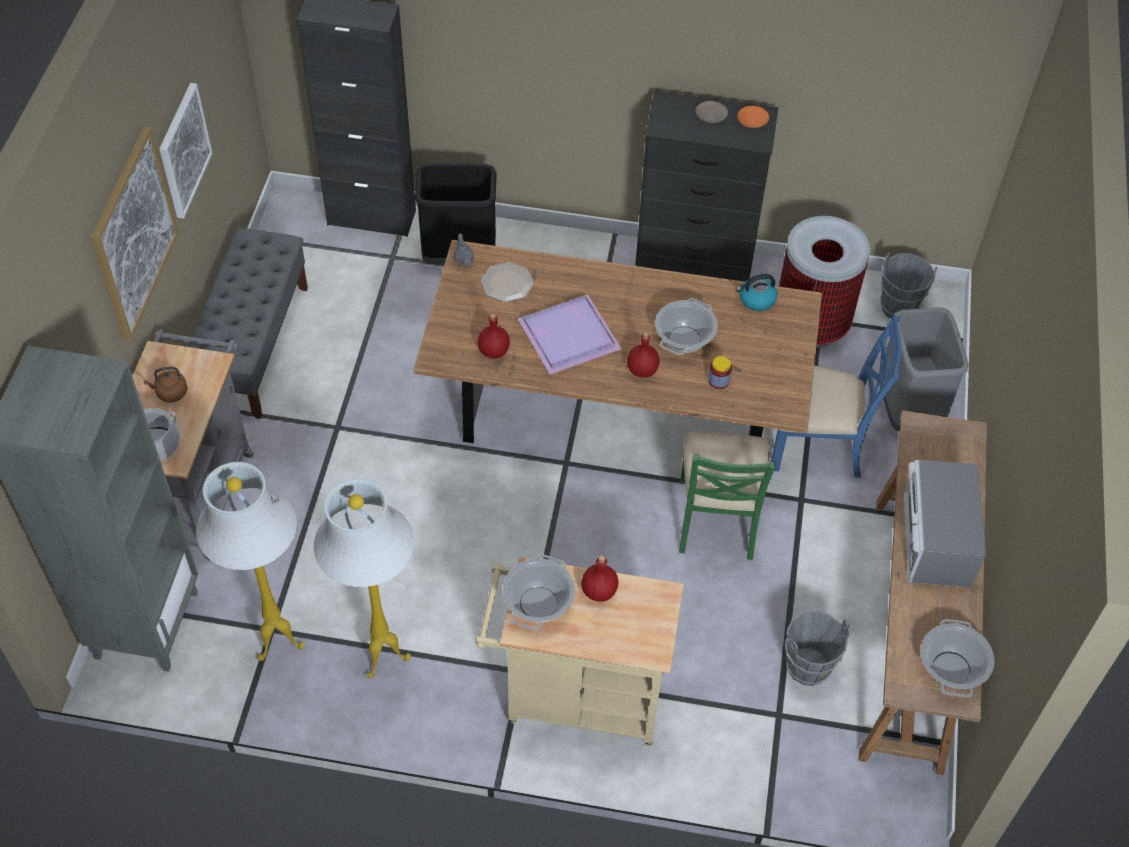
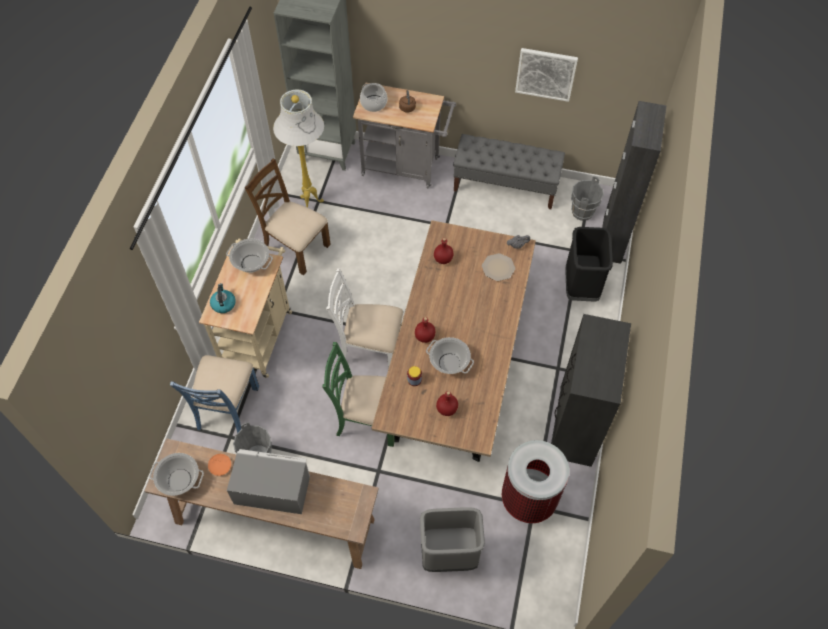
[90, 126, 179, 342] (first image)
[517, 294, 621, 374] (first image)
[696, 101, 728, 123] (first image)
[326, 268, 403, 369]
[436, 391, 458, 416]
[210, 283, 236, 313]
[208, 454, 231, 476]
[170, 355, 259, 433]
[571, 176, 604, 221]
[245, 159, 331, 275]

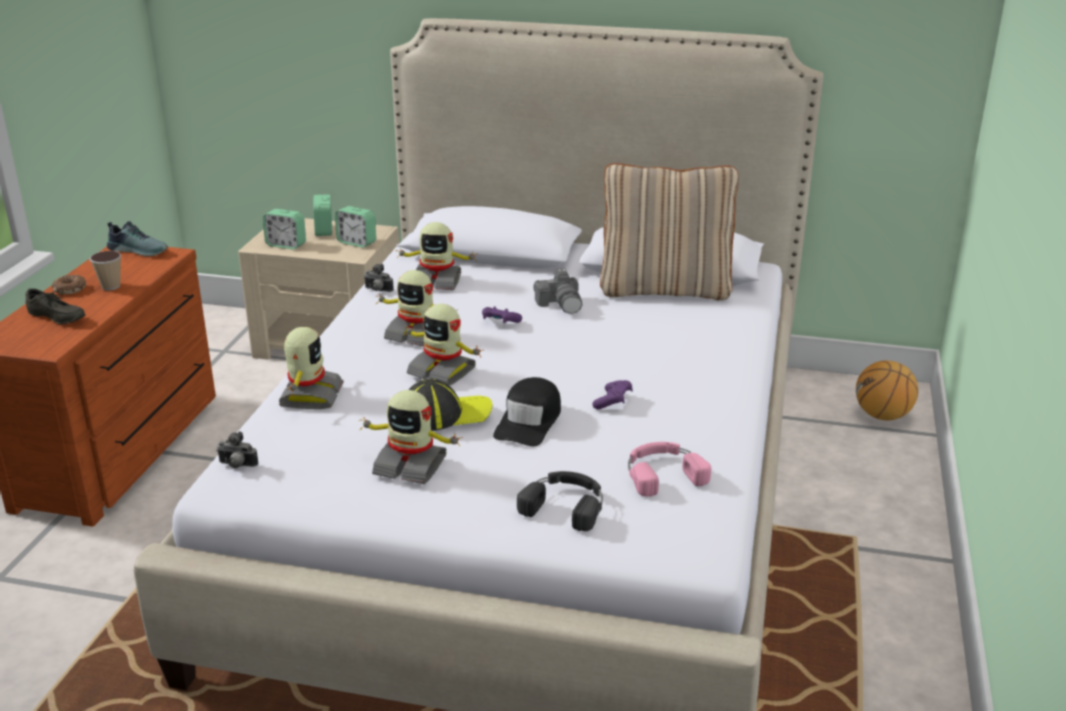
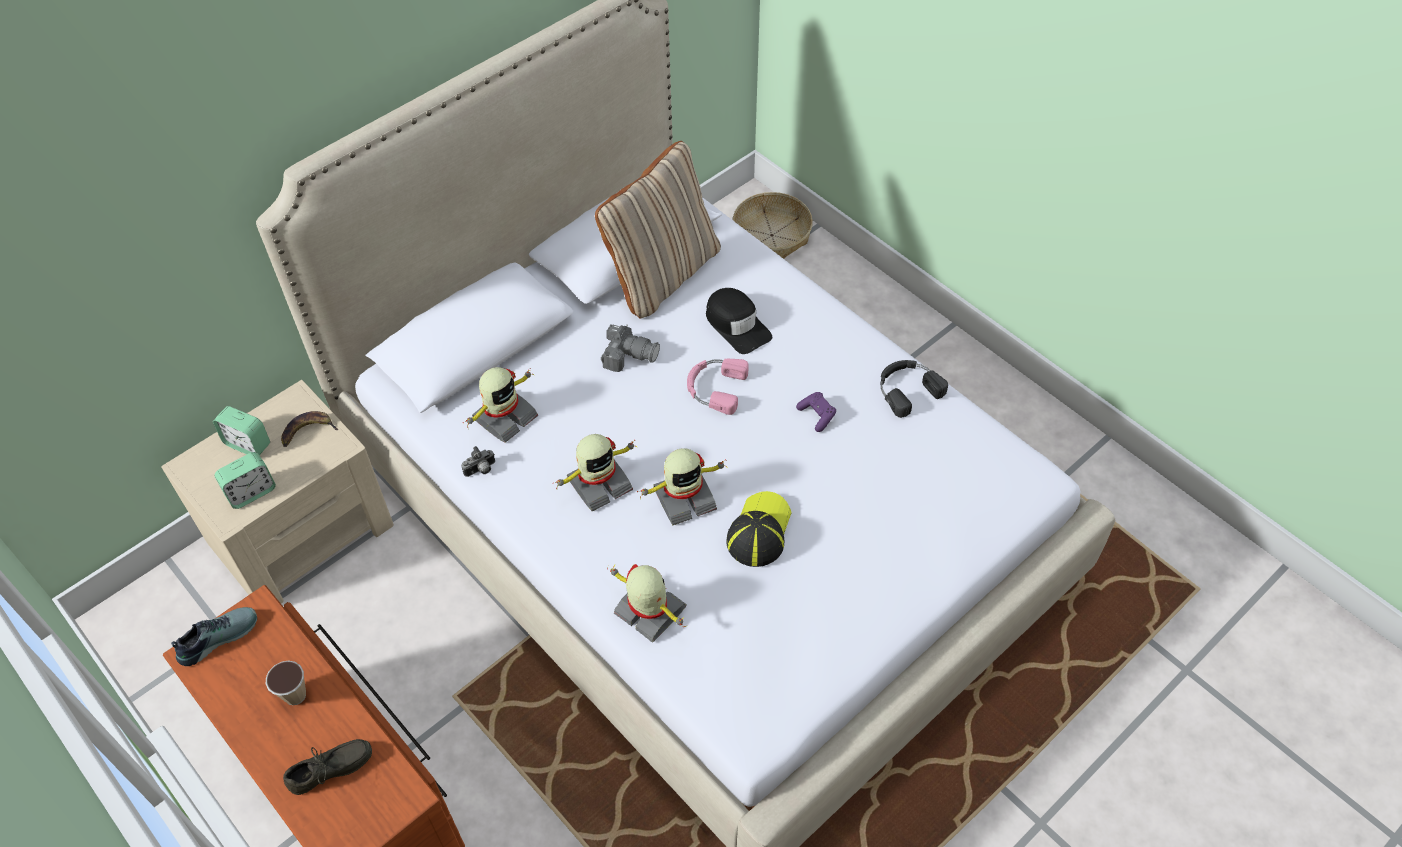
[52, 274, 86, 294] (first image)
[216, 431, 259, 468] (first image)
[358, 390, 463, 484] (first image)
[482, 306, 522, 323] (first image)
[706, 288, 772, 354]
[880, 360, 948, 418]
[687, 359, 749, 415]
[281, 411, 338, 447]
[733, 192, 813, 259]

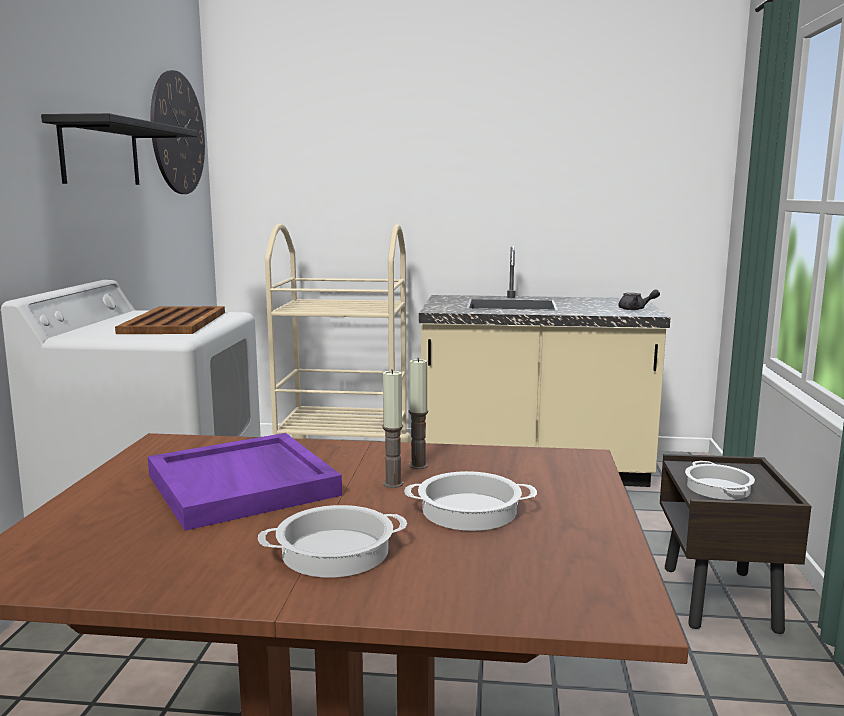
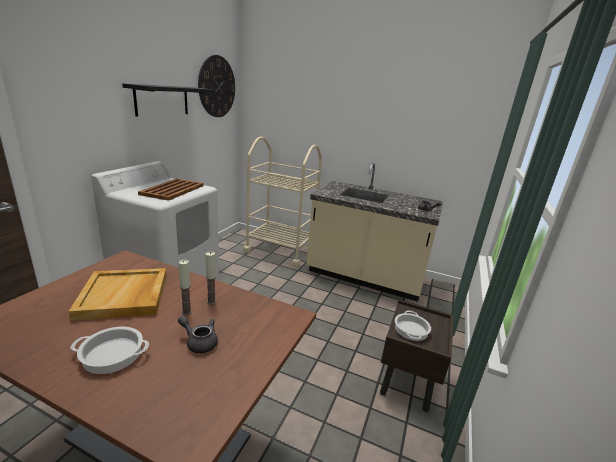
[178, 316, 218, 353]
[68, 268, 167, 321]

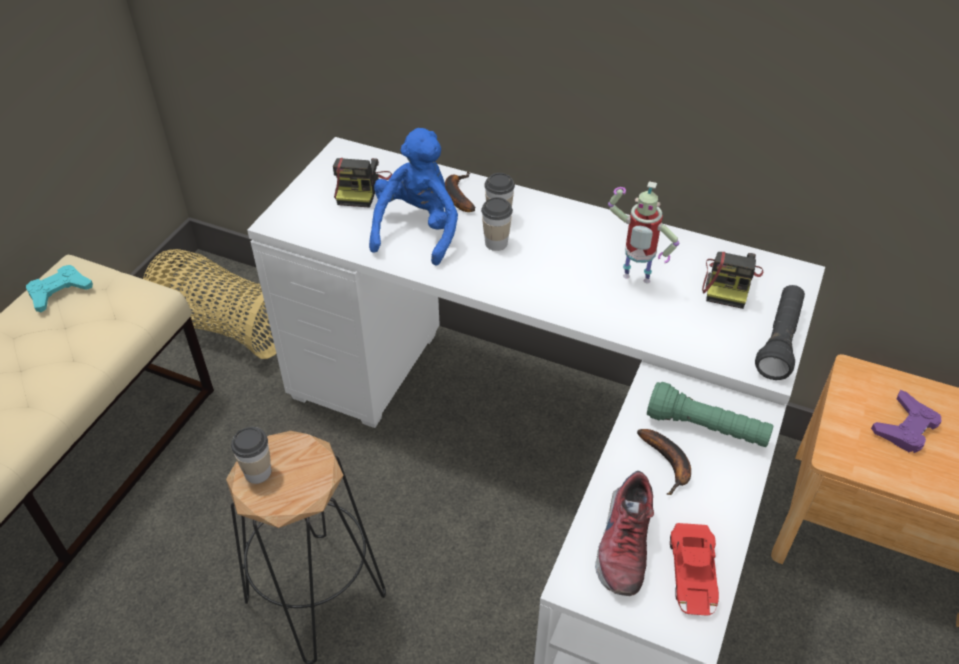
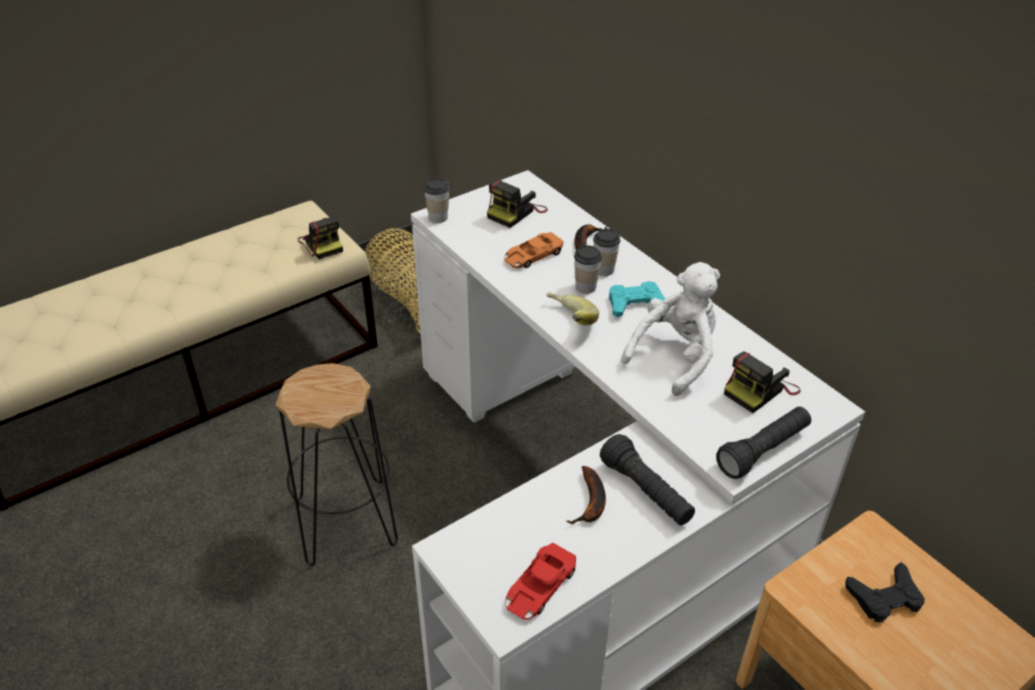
[595, 471, 654, 596] (first image)
[298, 217, 343, 259]
[546, 292, 599, 326]
[609, 281, 666, 317]
[424, 178, 449, 223]
[504, 232, 563, 269]
[621, 262, 720, 396]
[600, 434, 695, 526]
[845, 562, 925, 622]

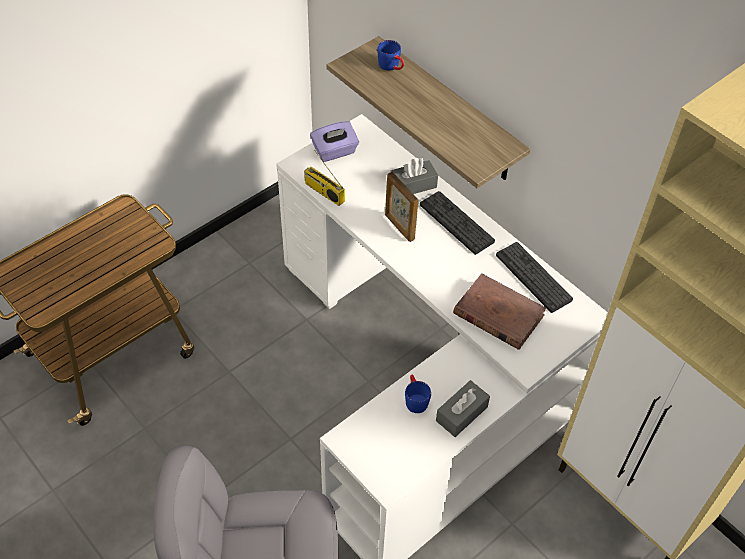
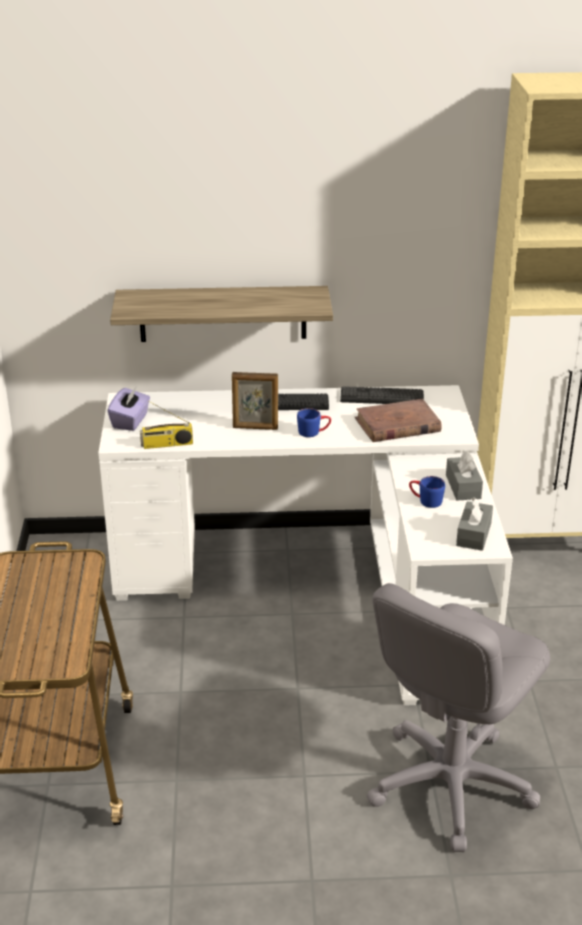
[297, 408, 331, 437]
[456, 497, 493, 551]

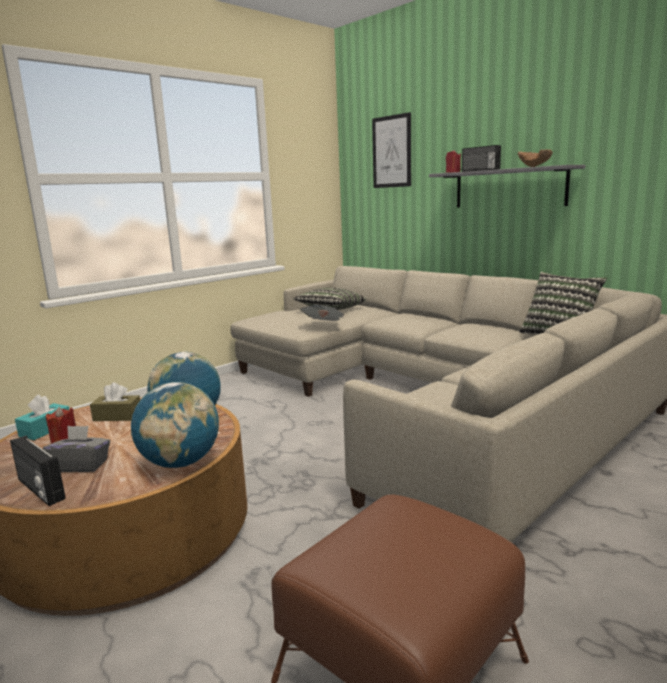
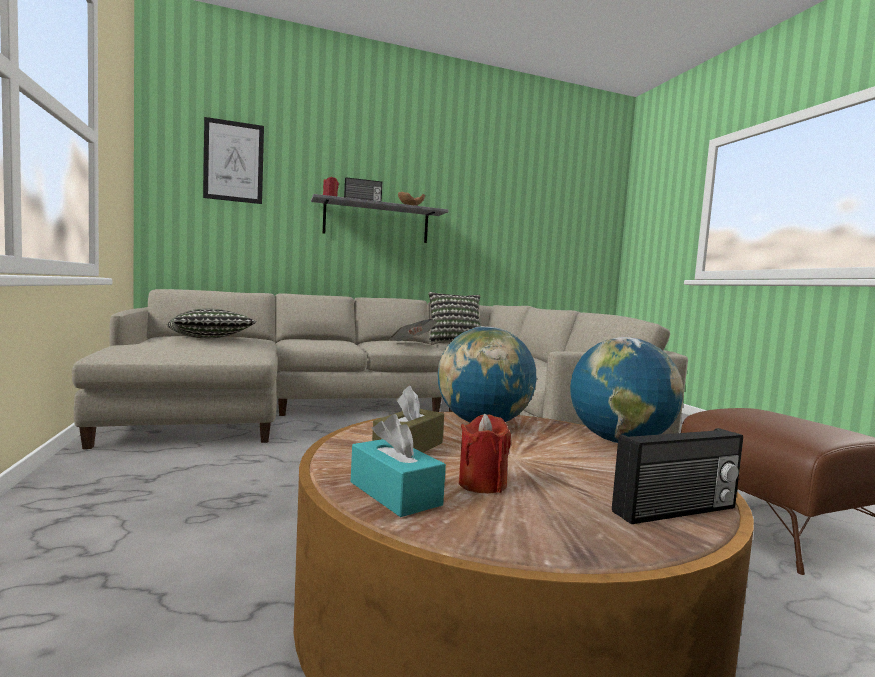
[43, 425, 110, 472] (first image)
[388, 319, 437, 341]

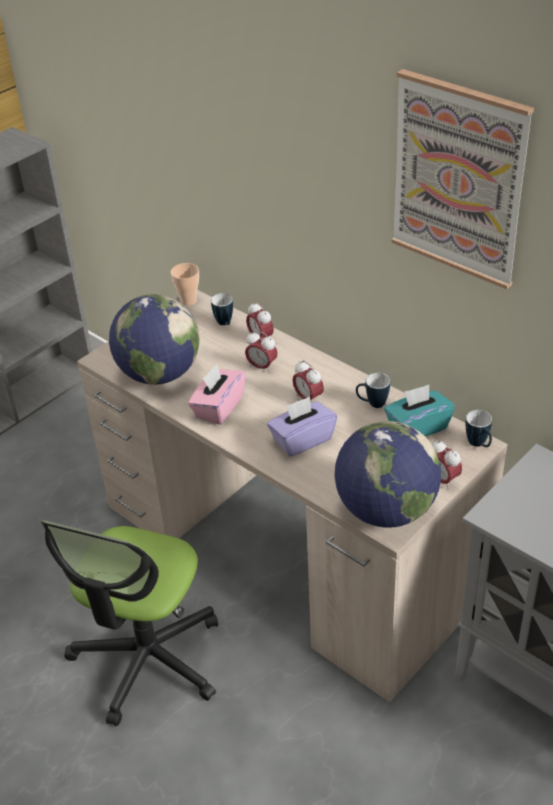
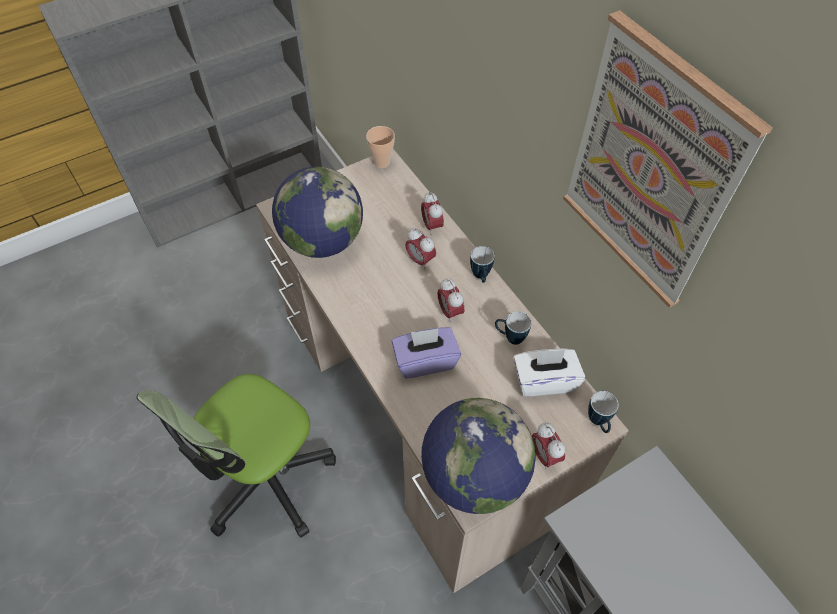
[188, 364, 246, 425] (first image)
[470, 246, 495, 283]
[513, 349, 585, 397]

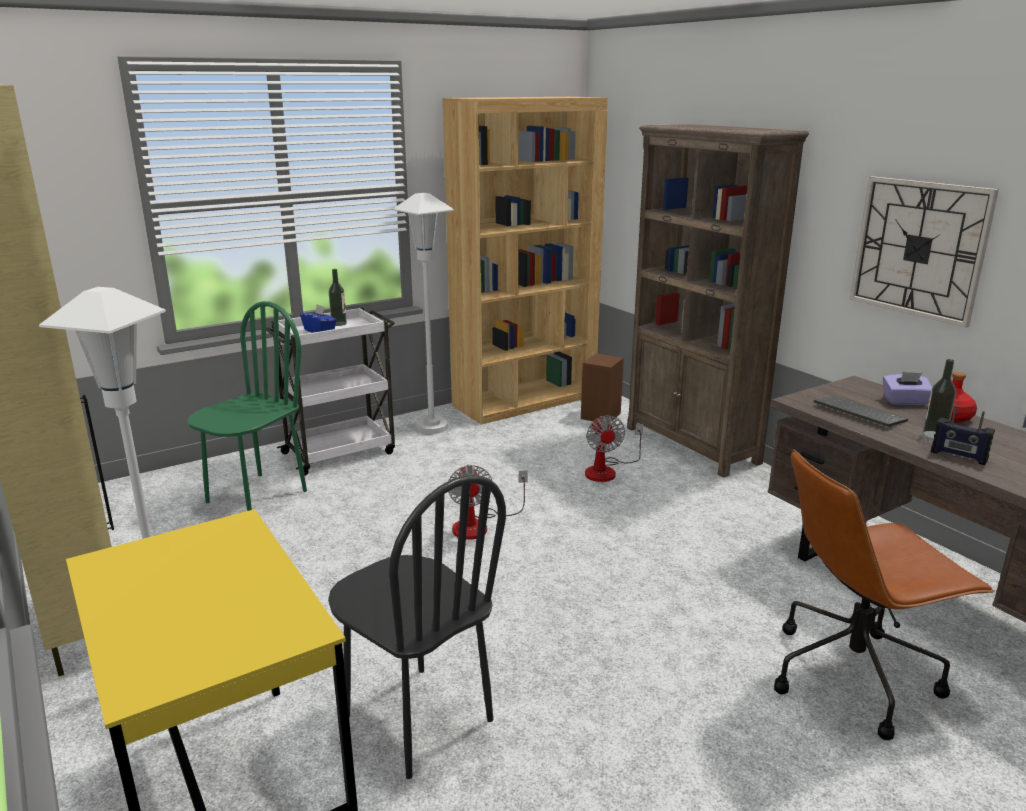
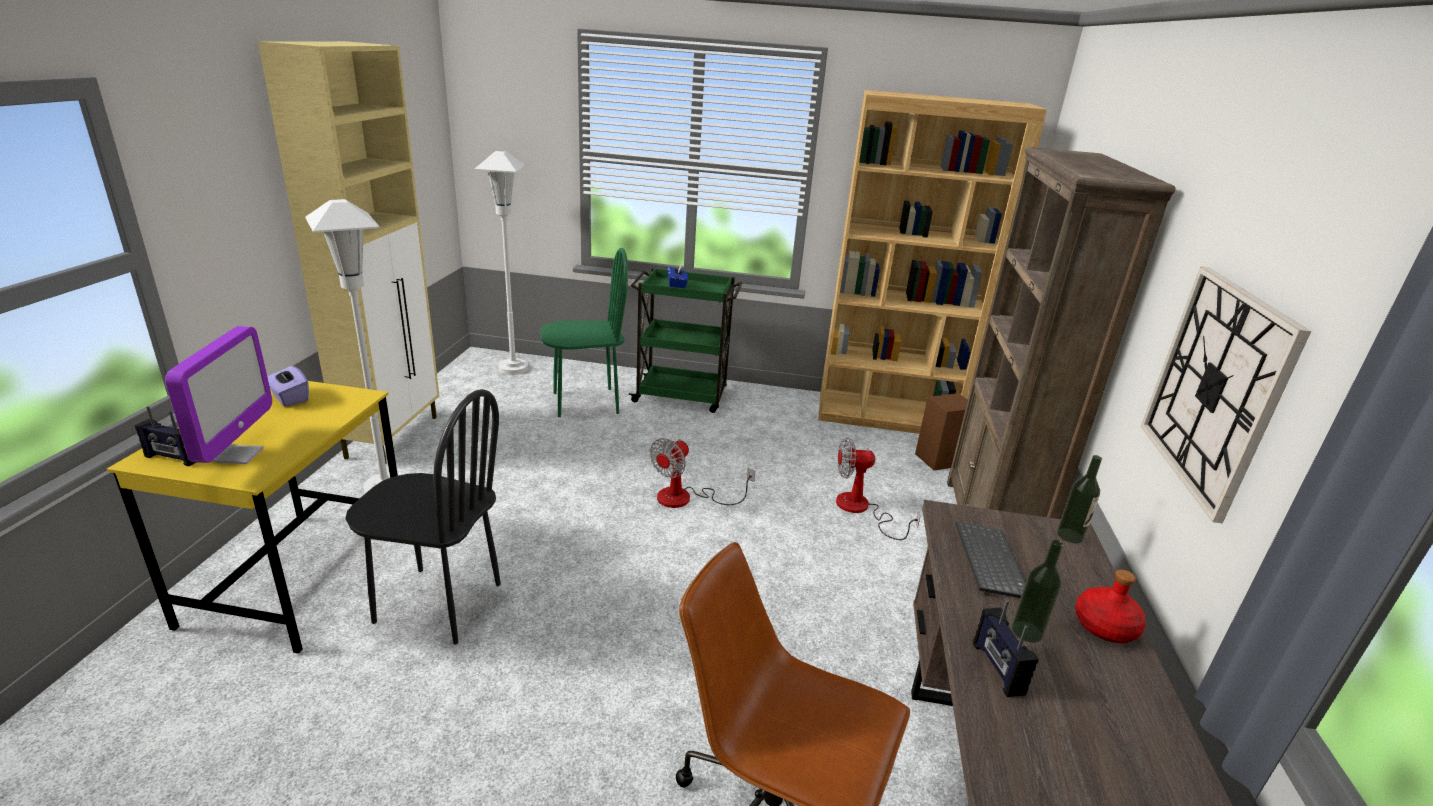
[135, 406, 196, 466]
[165, 326, 272, 464]
[1057, 455, 1102, 543]
[474, 151, 528, 375]
[267, 365, 309, 407]
[628, 268, 743, 413]
[345, 389, 501, 644]
[836, 437, 920, 540]

